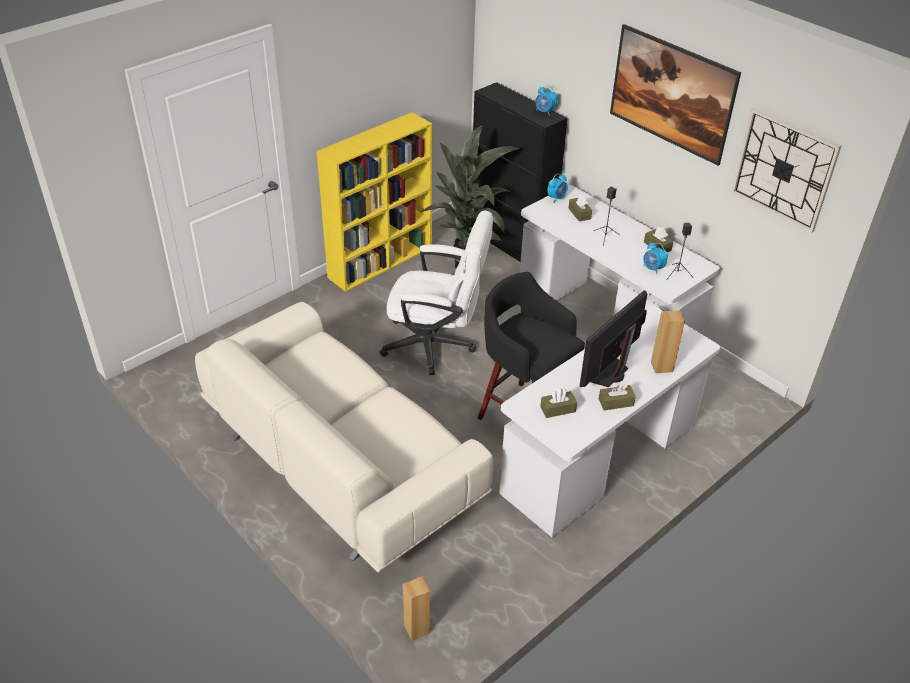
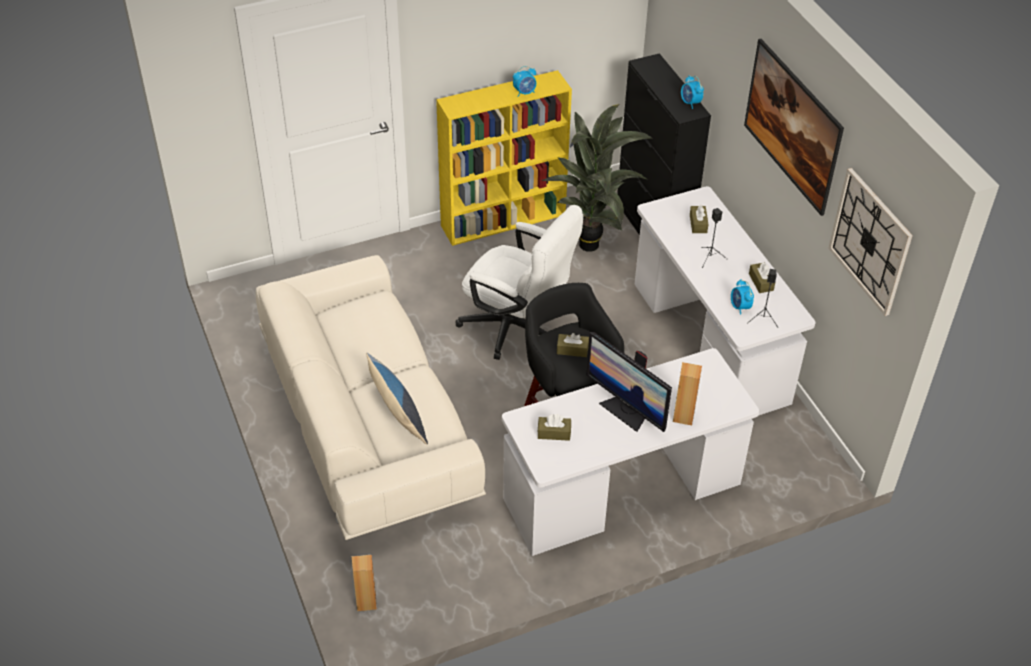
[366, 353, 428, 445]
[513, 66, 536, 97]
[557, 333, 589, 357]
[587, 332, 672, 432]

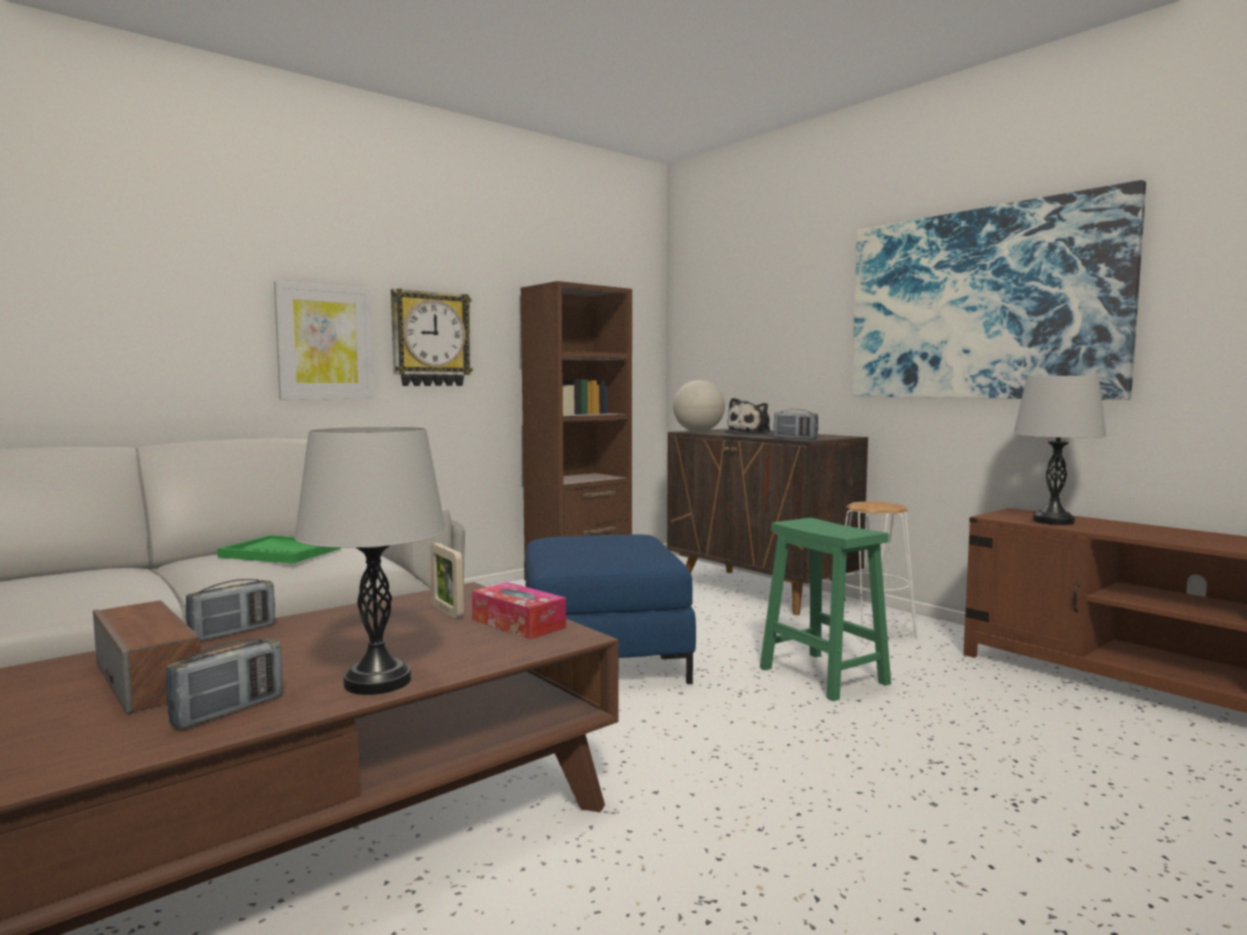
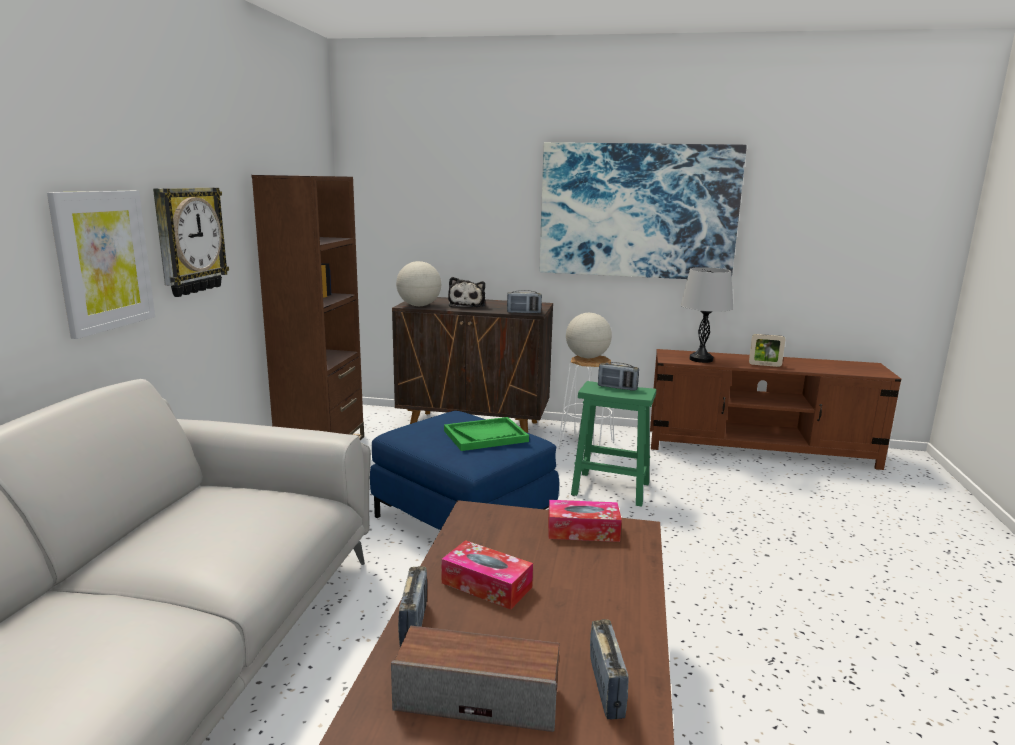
[294, 427, 446, 695] (first image)
[441, 540, 533, 610]
[566, 313, 612, 358]
[598, 362, 639, 391]
[444, 417, 529, 451]
[749, 334, 785, 367]

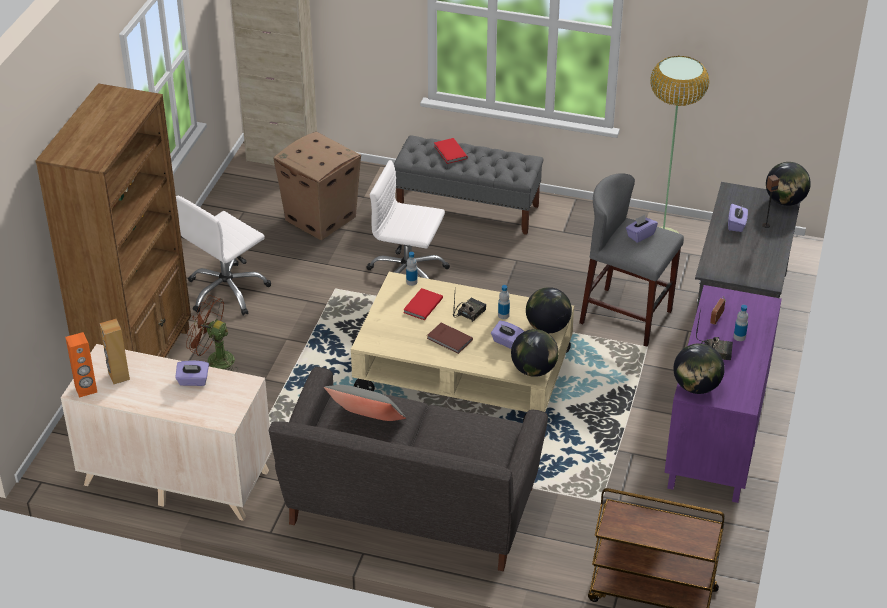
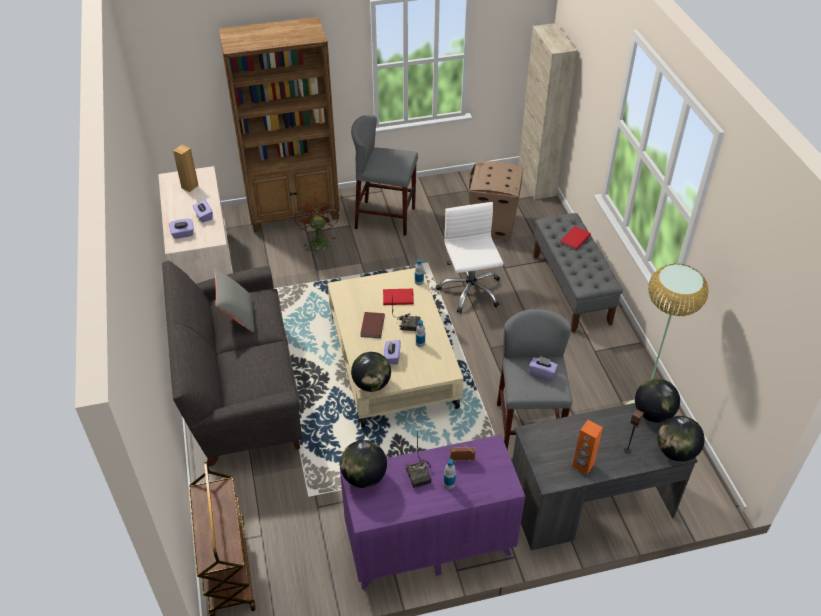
[572, 420, 603, 475]
[635, 378, 680, 423]
[169, 219, 194, 239]
[351, 115, 418, 236]

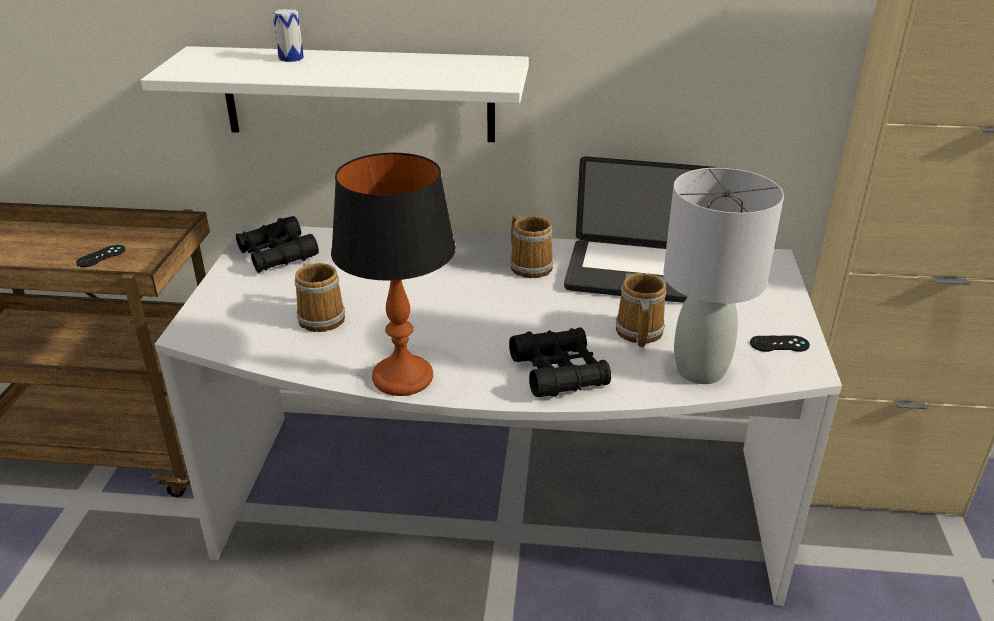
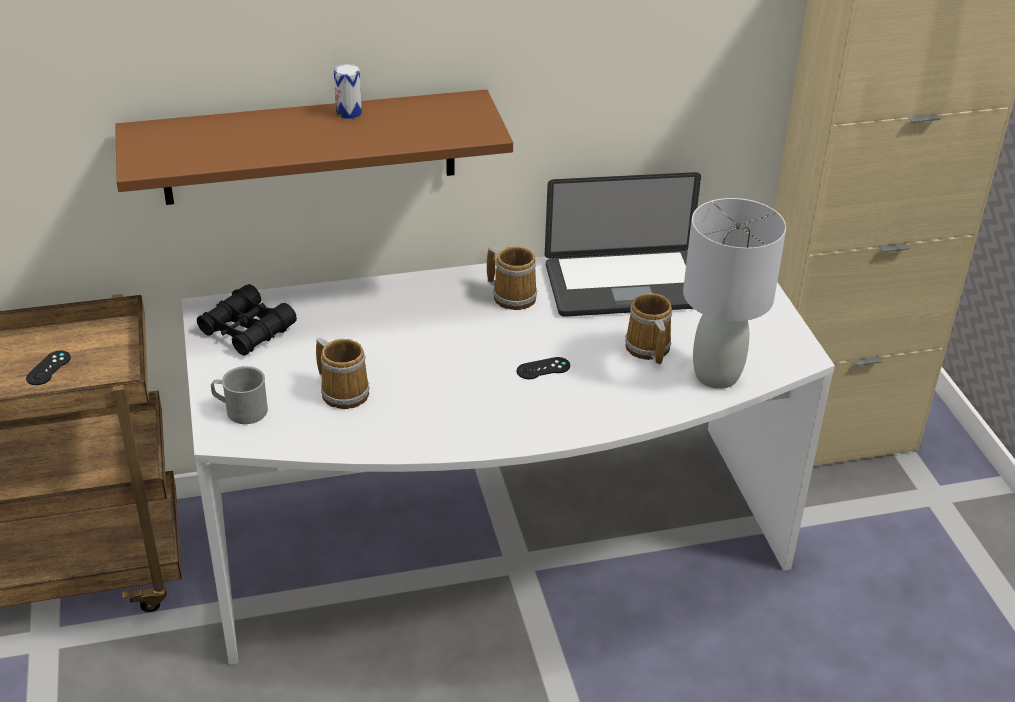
[331, 153, 456, 396] (first image)
[509, 327, 611, 397] (first image)
[211, 366, 268, 424]
[334, 64, 362, 119]
[517, 357, 570, 379]
[115, 89, 513, 205]

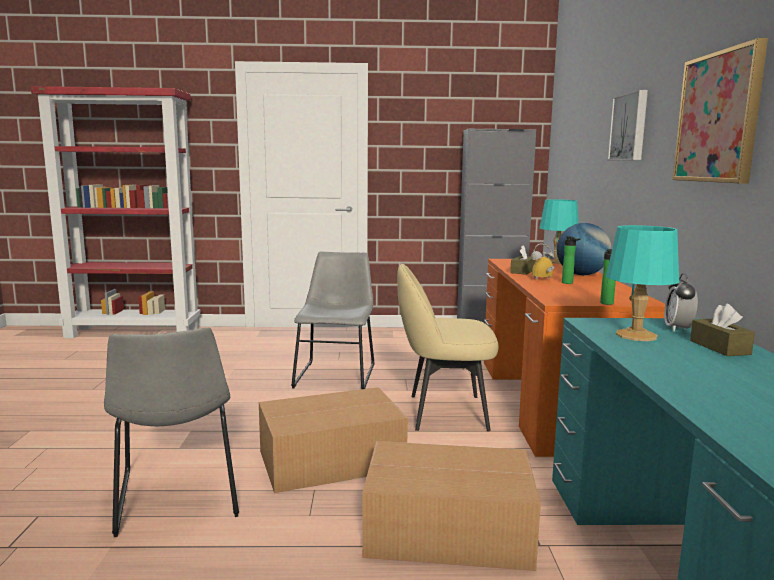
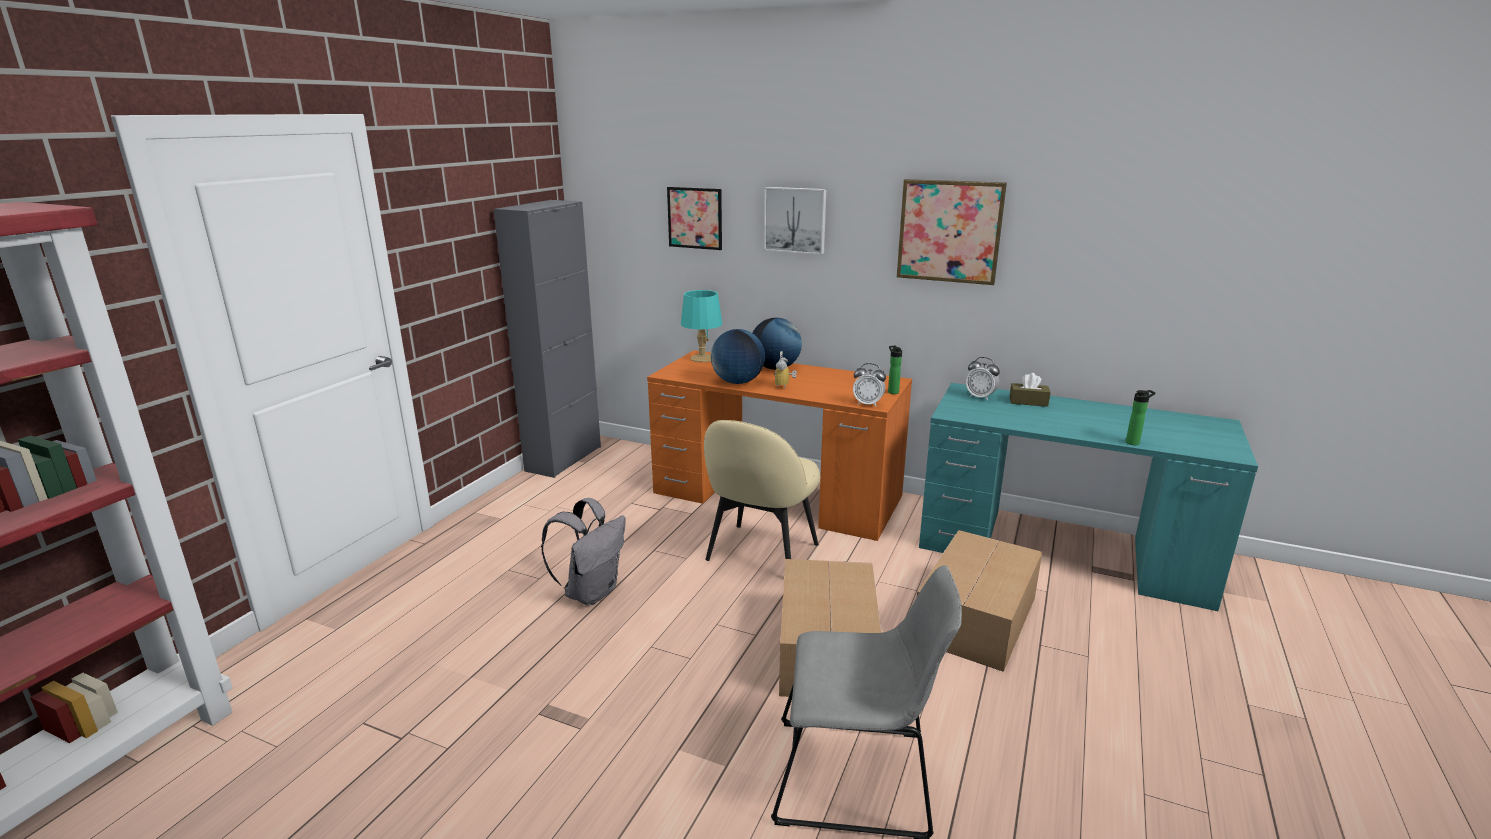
[606, 225, 679, 341] (first image)
[667, 187, 722, 250]
[853, 363, 886, 407]
[1126, 390, 1155, 445]
[541, 498, 625, 605]
[710, 329, 765, 384]

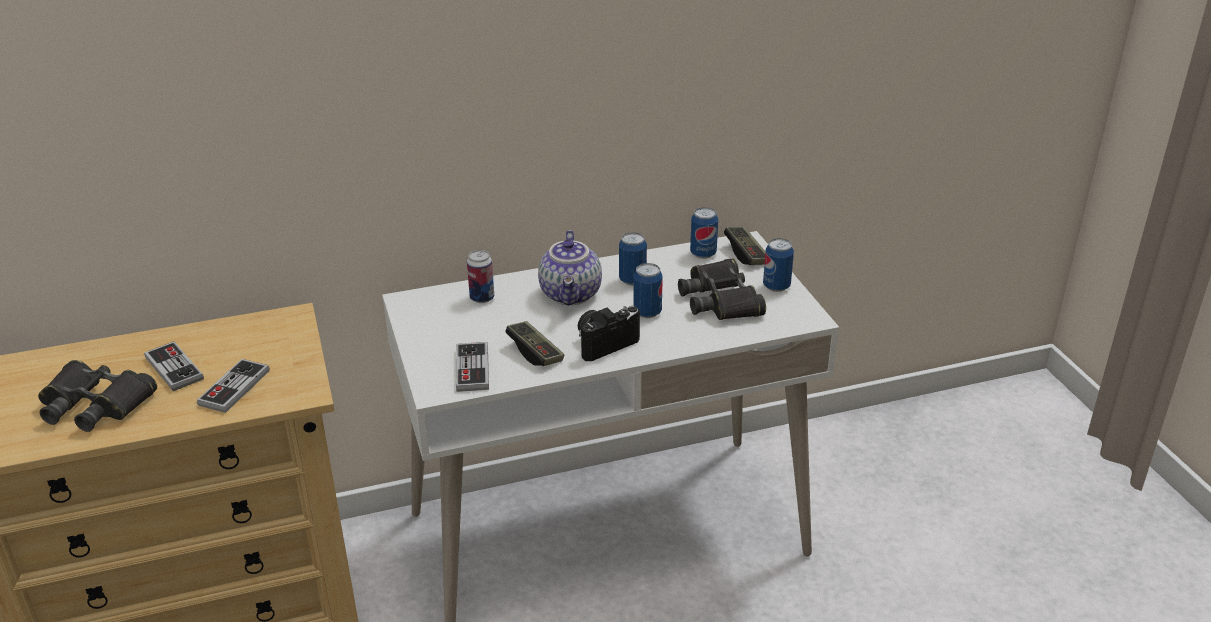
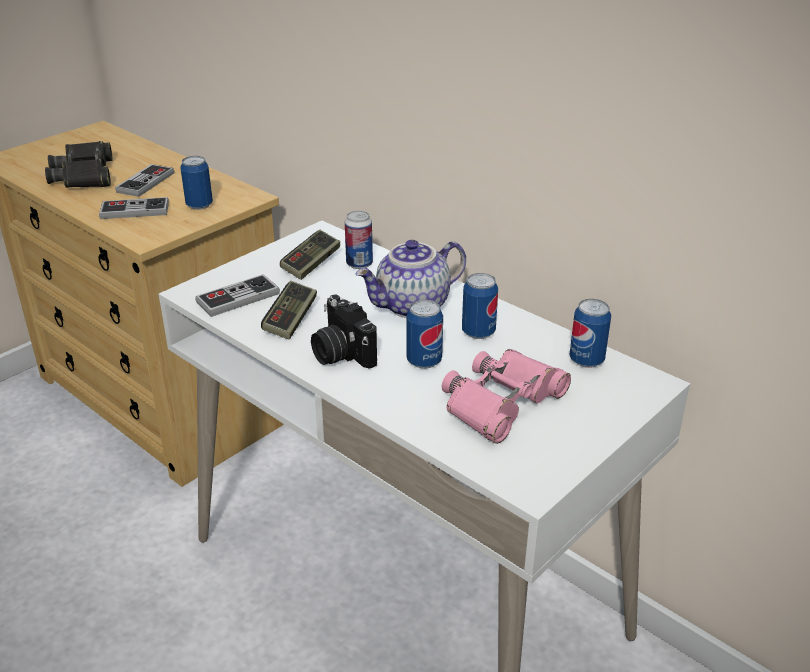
[280, 230, 340, 280]
[180, 156, 213, 210]
[442, 349, 571, 444]
[311, 295, 377, 369]

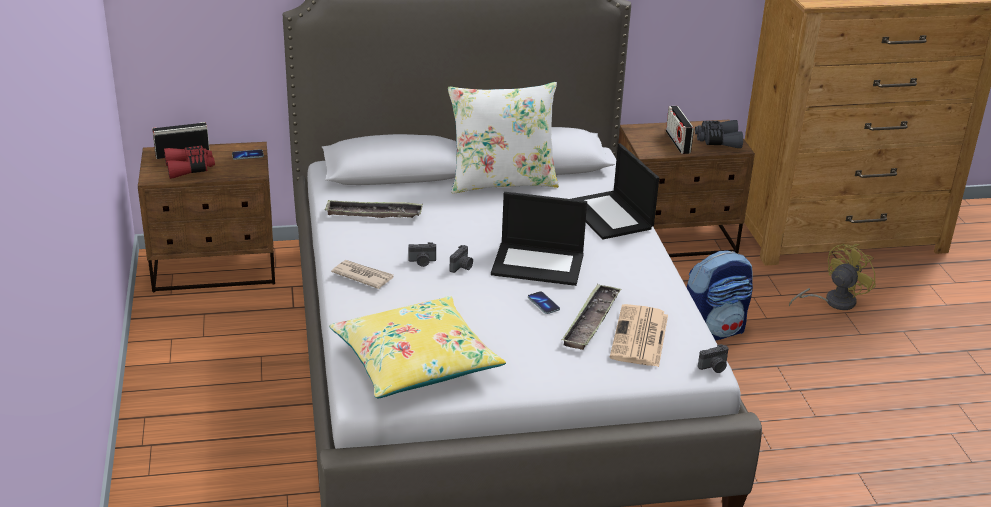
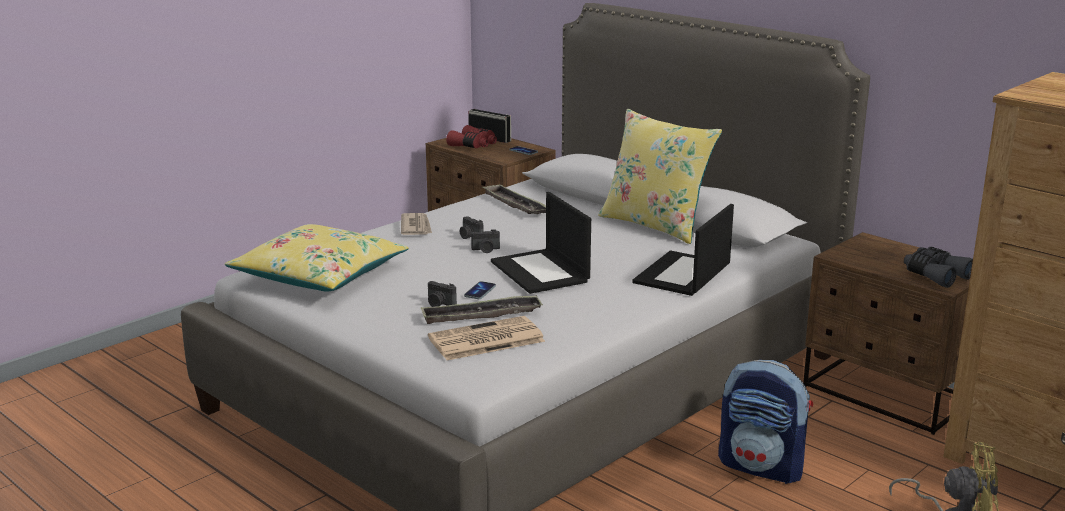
[666, 106, 694, 154] (first image)
[428, 281, 457, 307]
[598, 109, 722, 244]

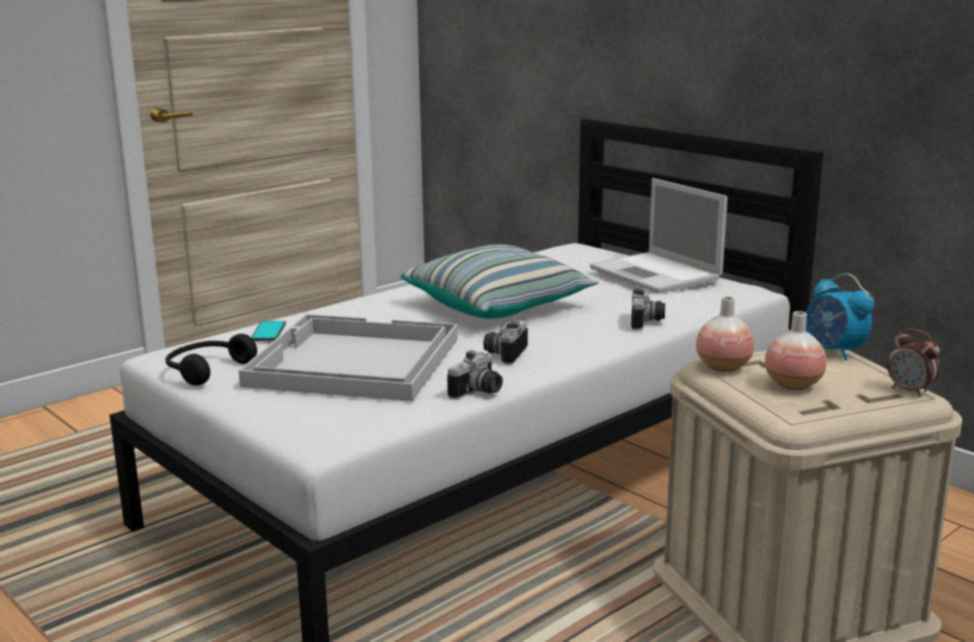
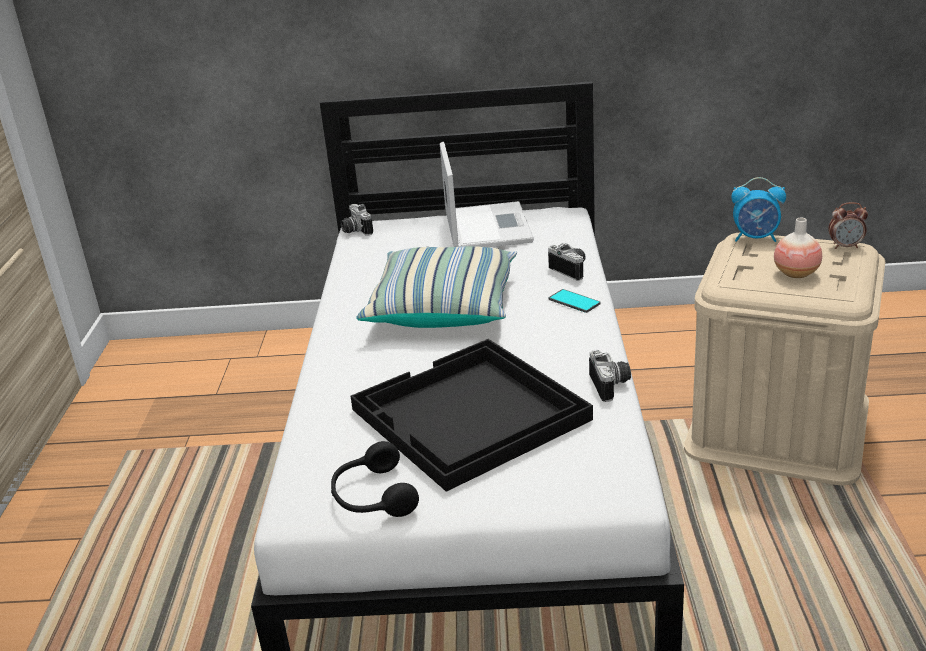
[696, 296, 754, 372] (first image)
[548, 289, 601, 313]
[341, 204, 373, 236]
[351, 339, 593, 492]
[440, 142, 534, 247]

